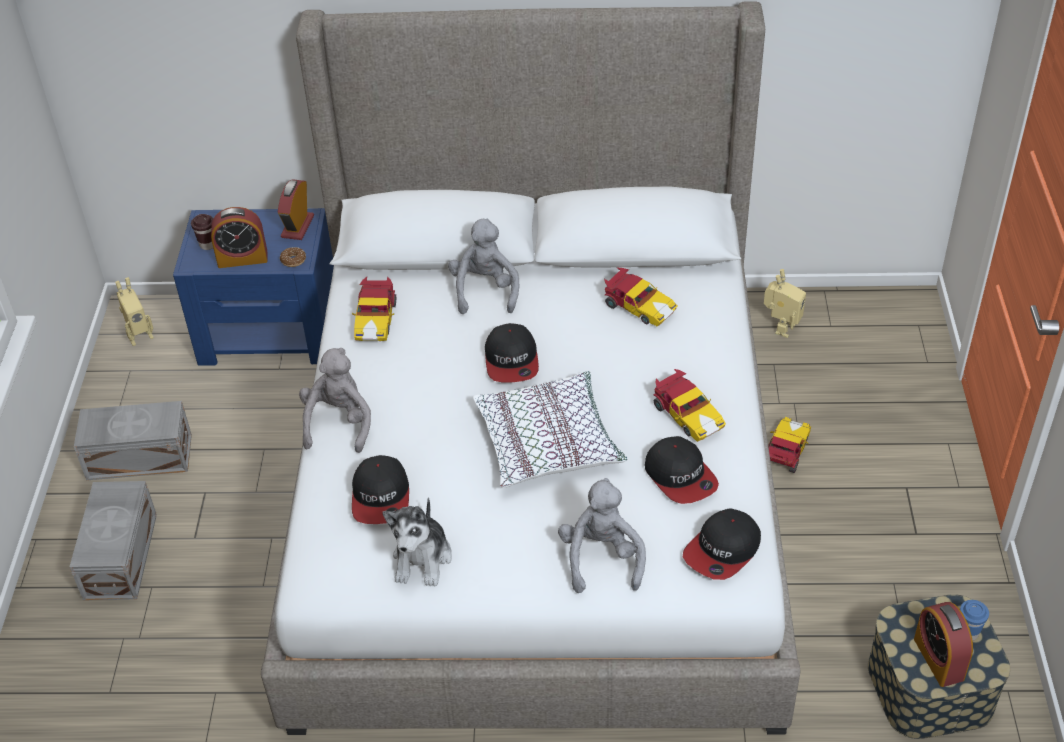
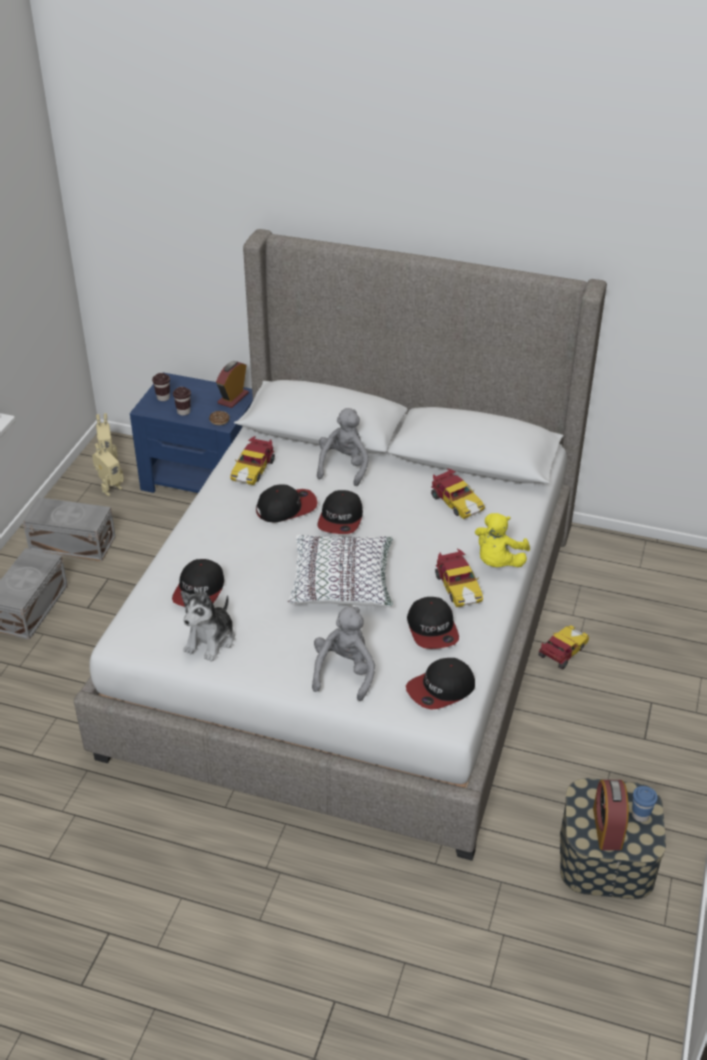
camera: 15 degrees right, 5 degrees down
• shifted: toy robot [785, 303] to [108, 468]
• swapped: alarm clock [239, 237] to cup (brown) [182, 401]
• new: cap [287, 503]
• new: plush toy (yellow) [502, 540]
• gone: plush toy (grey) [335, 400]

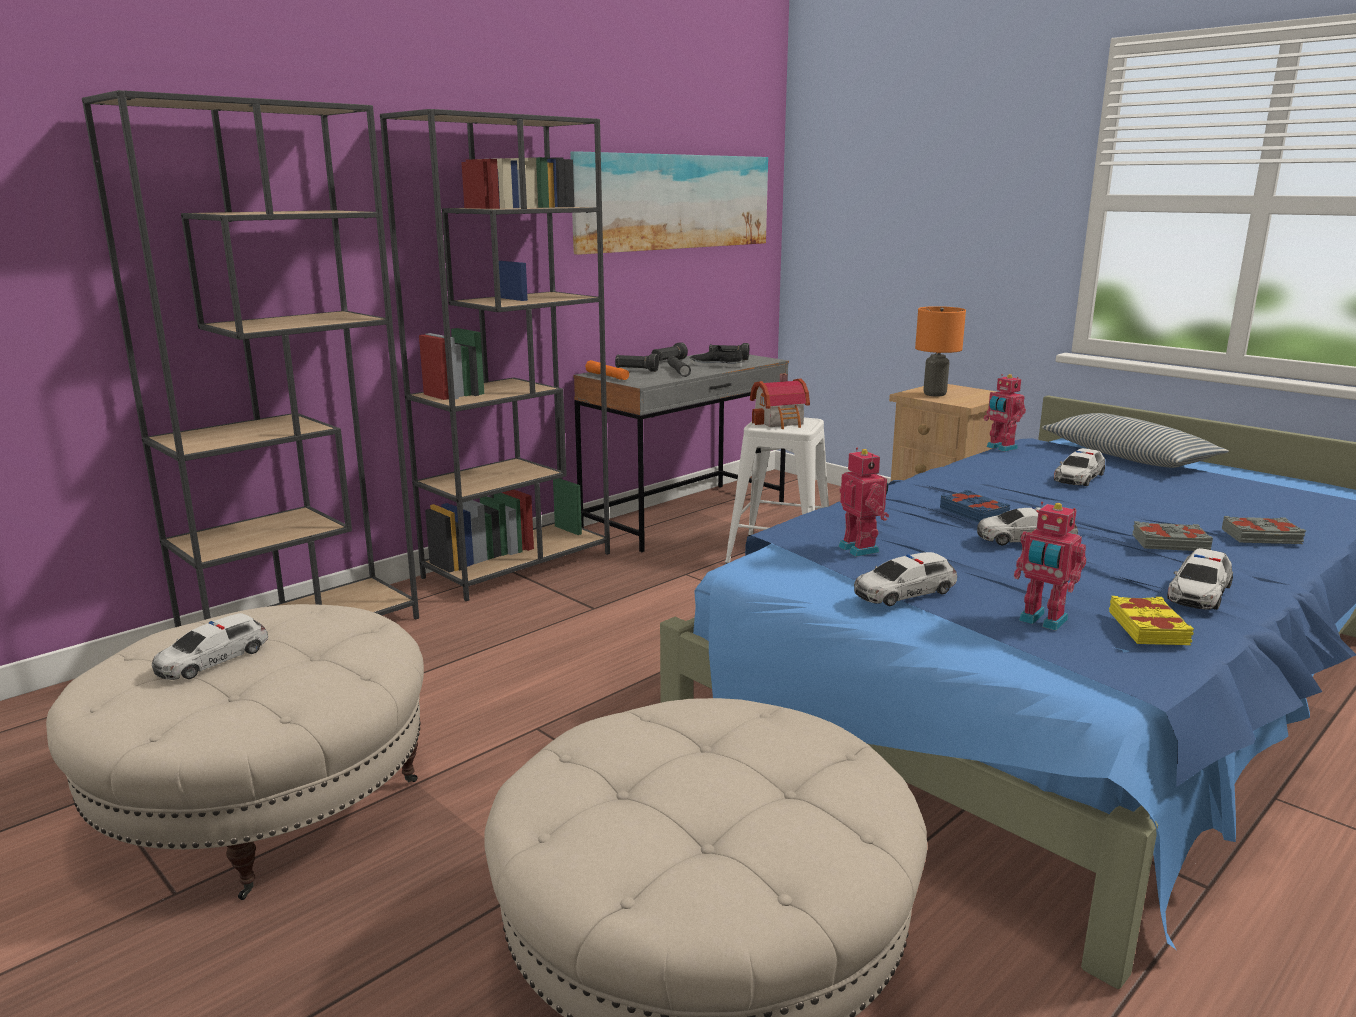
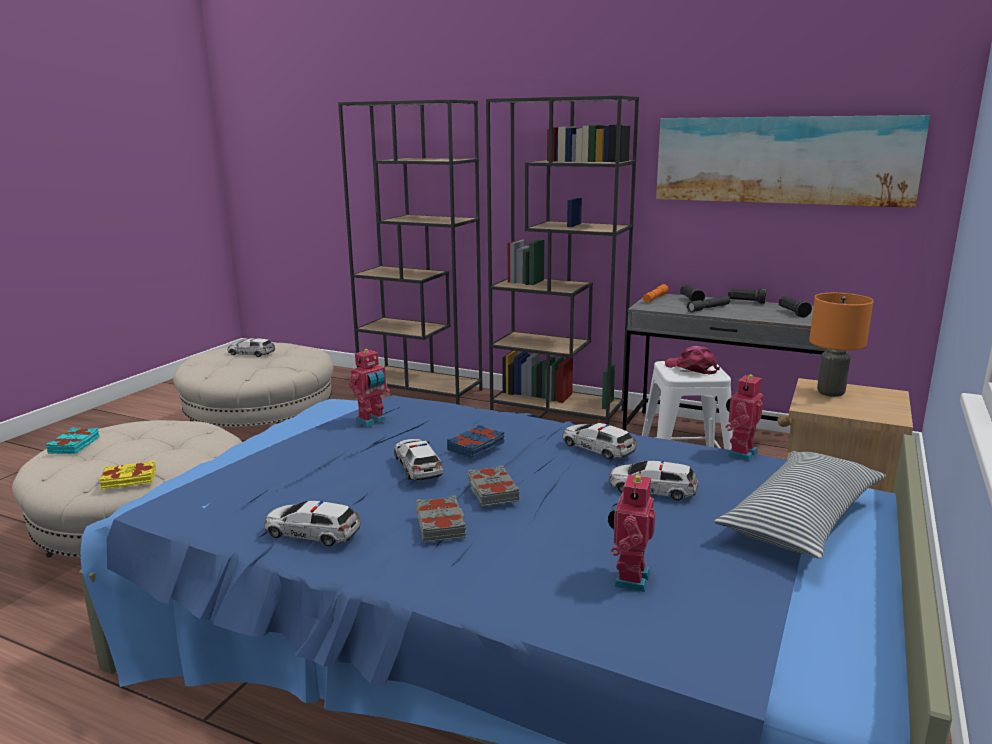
camera: 70 degrees right, 0 degrees up
• new: book (turquoise) [73, 441]
• shifted: book (yellow) [1151, 620] to [127, 475]
• shifted: book (grey) [1264, 530] to [493, 485]
• shifted: toy car [905, 579] to [599, 441]
• shifted: toy robot [1050, 566] to [631, 531]
• swapped: toy house [780, 401] to cap (pink) [692, 360]
• gone: shoe (black) [716, 356]

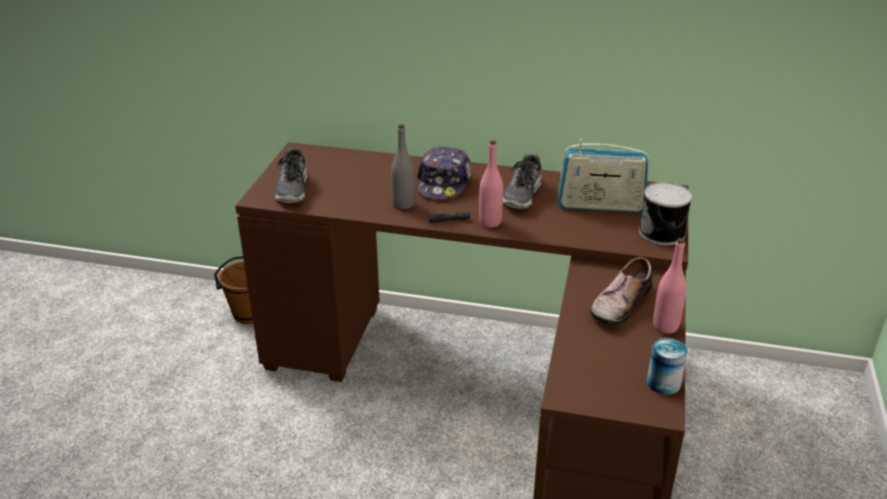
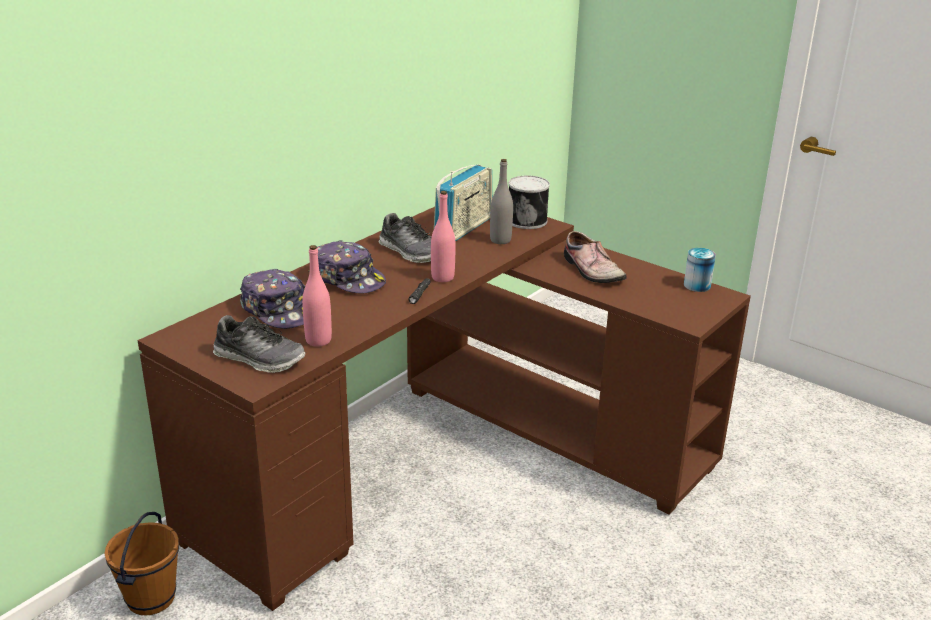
camera: 65 degrees left, 5 degrees down
• new: cap [272, 299]
• shifted: bottle (pink) [669, 286] to [317, 296]
• shifted: bottle (grey) [403, 166] to [501, 201]

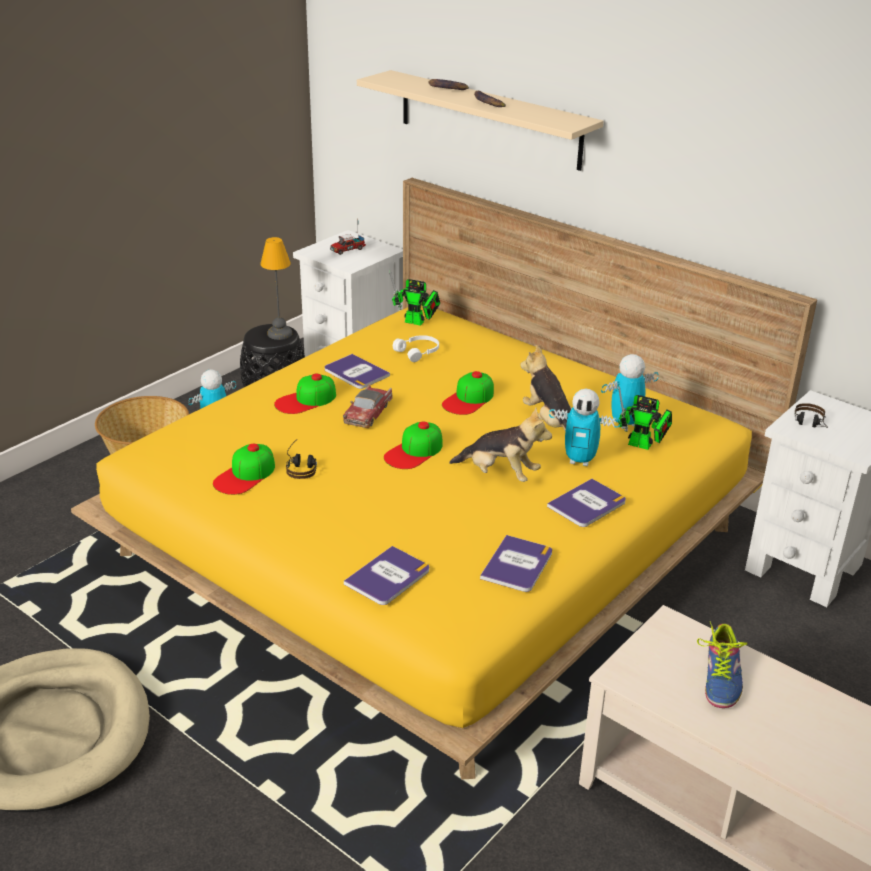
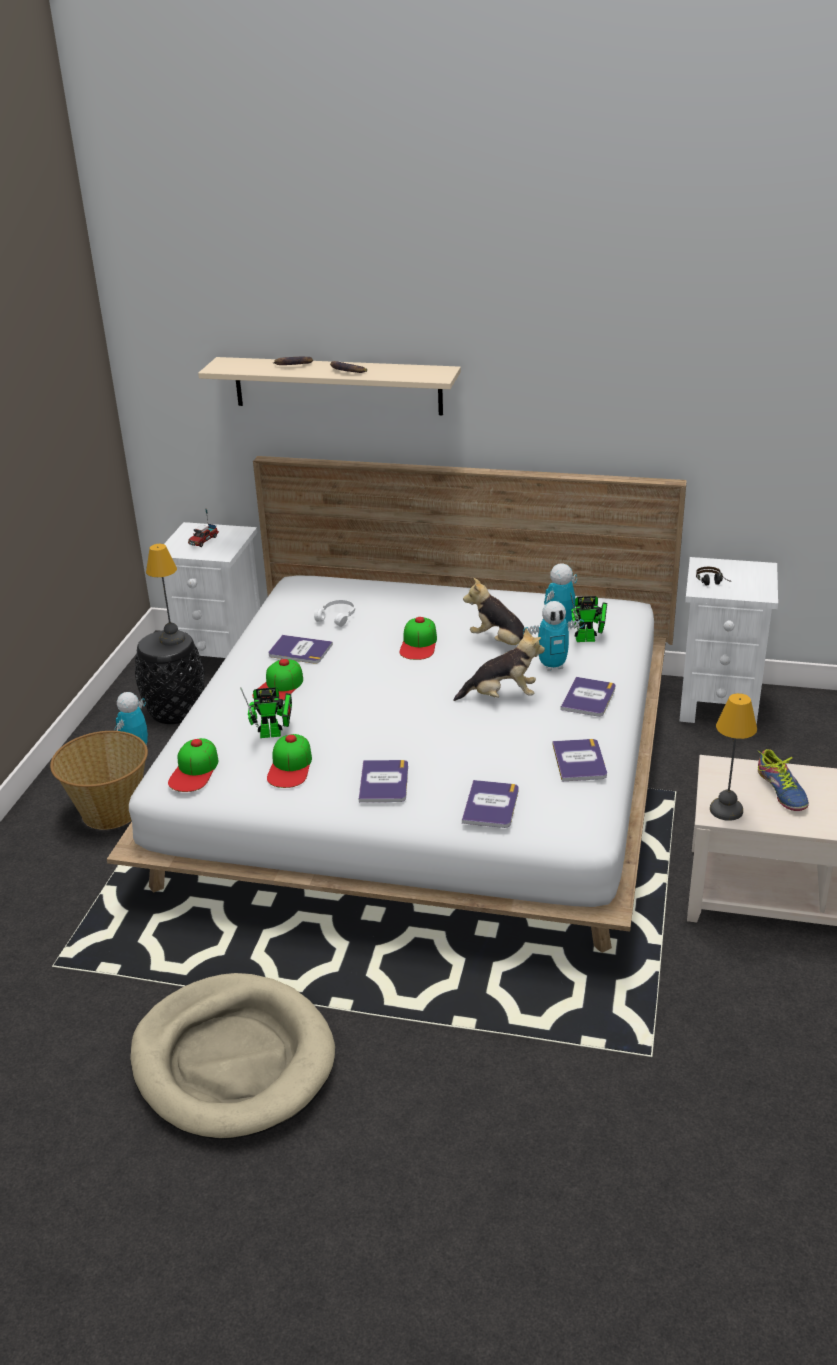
camera: 25 degrees left, 0 degrees up
• repainted: bed (yellow) [444, 478] to bed (white) [397, 704]
• shifted: cap [413, 445] to [193, 765]
• shifted: toy robot [414, 298] to [266, 712]
• new: book [383, 781]
• new: table lamp [733, 757]
• gone: headphones [301, 459]
• gone: toy car [367, 406]

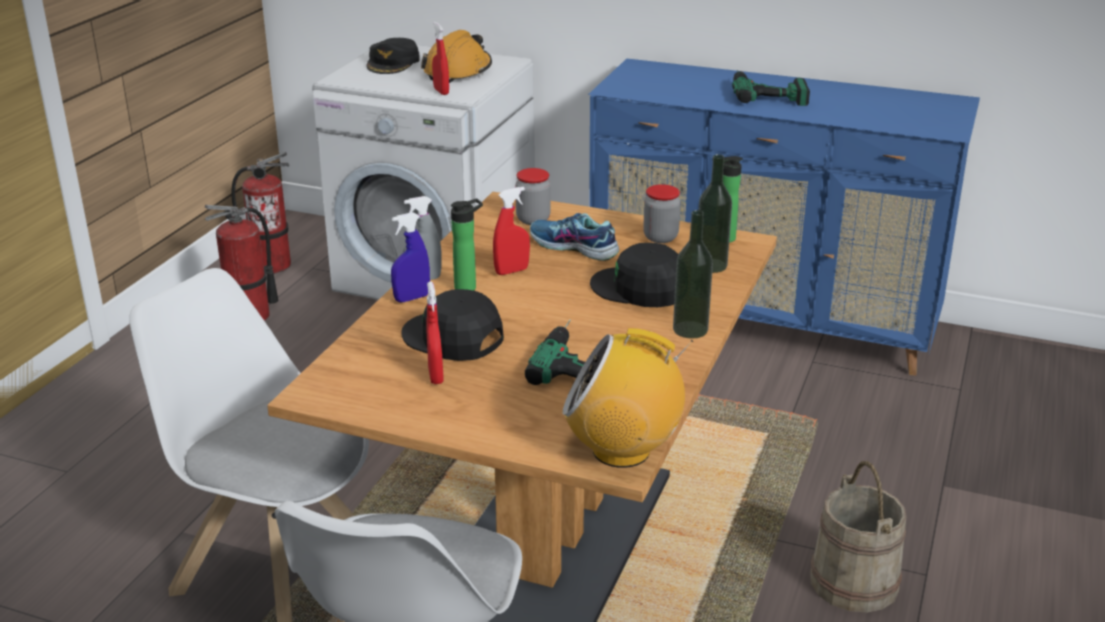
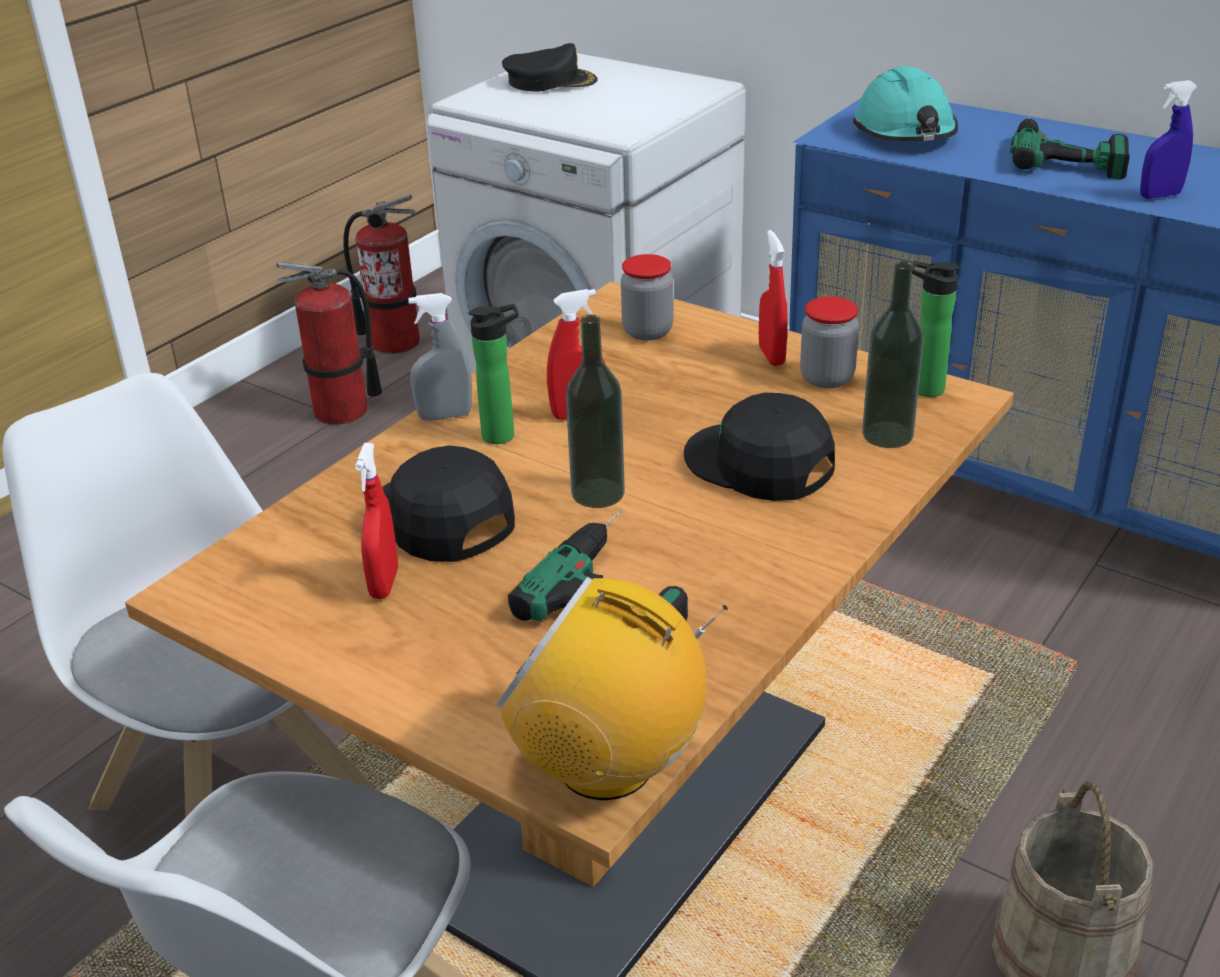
camera: 15 degrees right, 5 degrees up
• rotated: cap (black) [393, 56] = [550, 67] 120 degrees counterclockwise
• shifted: bottle [693, 274] to [595, 411]
• shifted: spray bottle (red) [440, 58] to [773, 298]
• new: hard hat (turquoise) [905, 103]
• shifted: spray bottle (blue) [410, 257] to [1168, 139]
• gone: hard hat (orange) [456, 56]
• gone: shoe [574, 237]

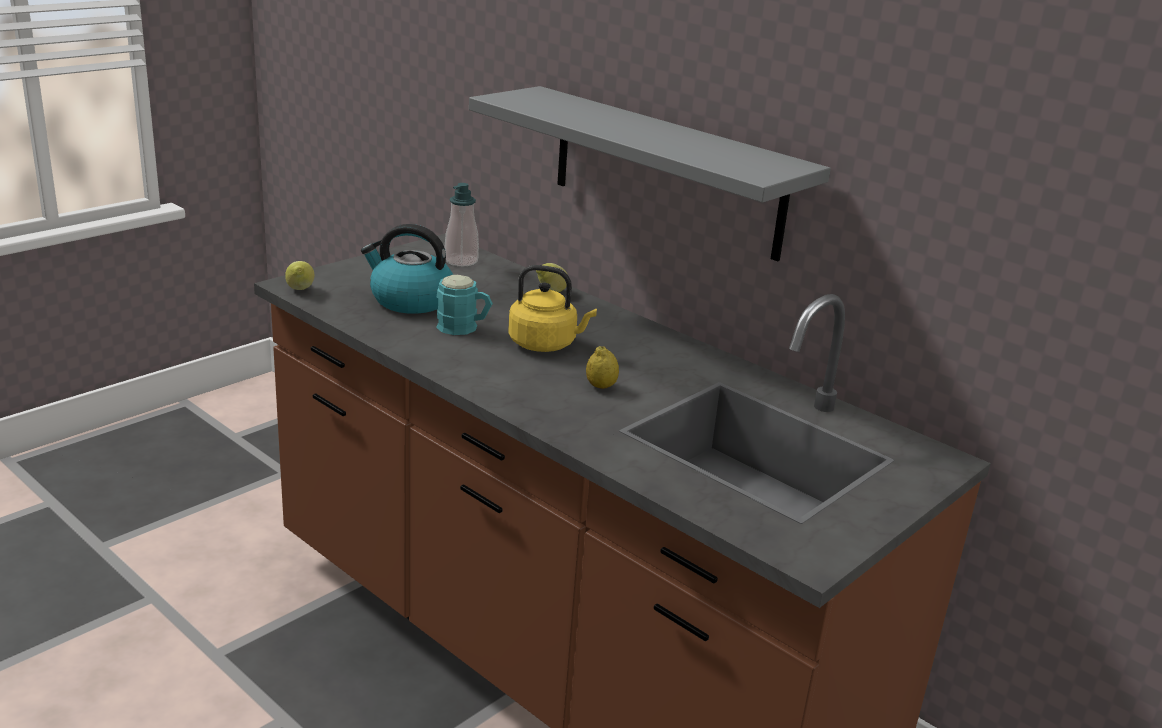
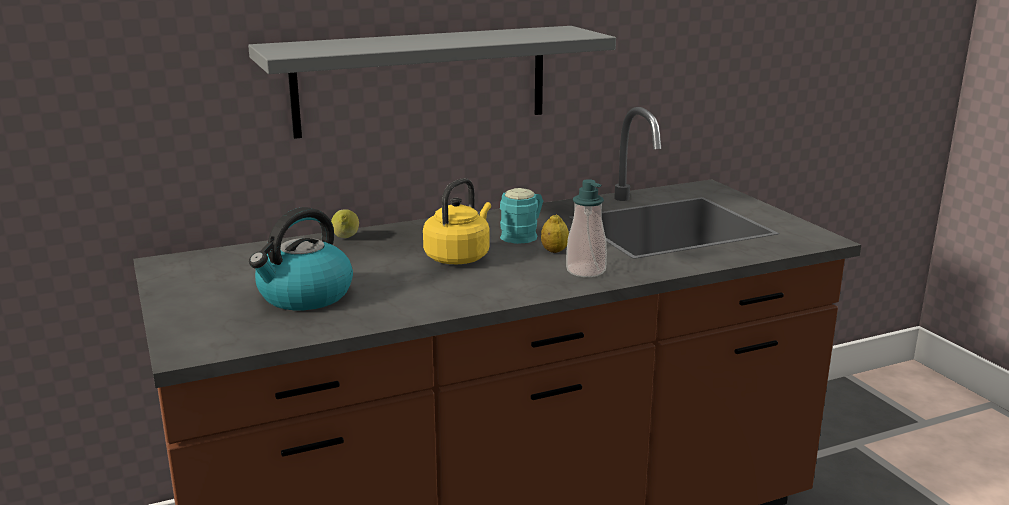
camera: 65 degrees left, 5 degrees down
• shifted: mug (turquoise) [464, 305] to [521, 216]
• shifted: soap dispenser [461, 224] to [586, 228]
• gone: lemon [300, 275]

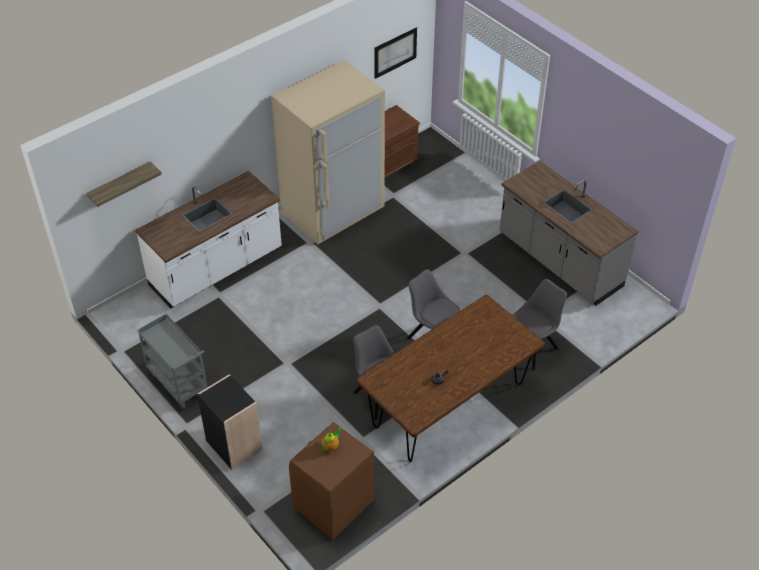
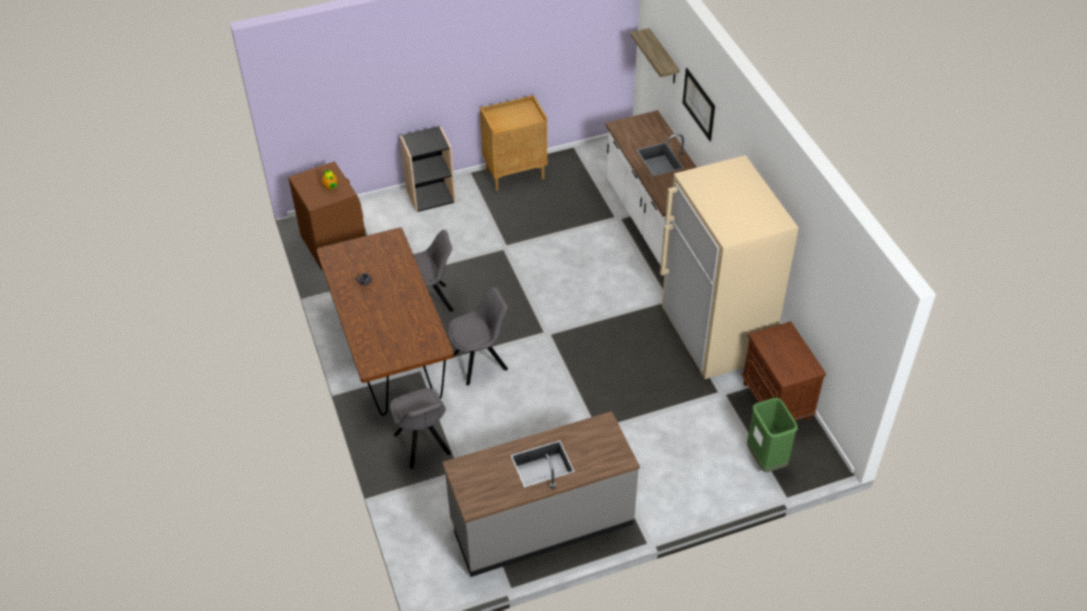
camera: 110 degrees right, 0 degrees up
• swapped: cart (grey) [173, 361] to cabinet (brown) [513, 143]
• shifted: picture [395, 53] to [699, 105]
• new: trash can (green) [772, 435]

